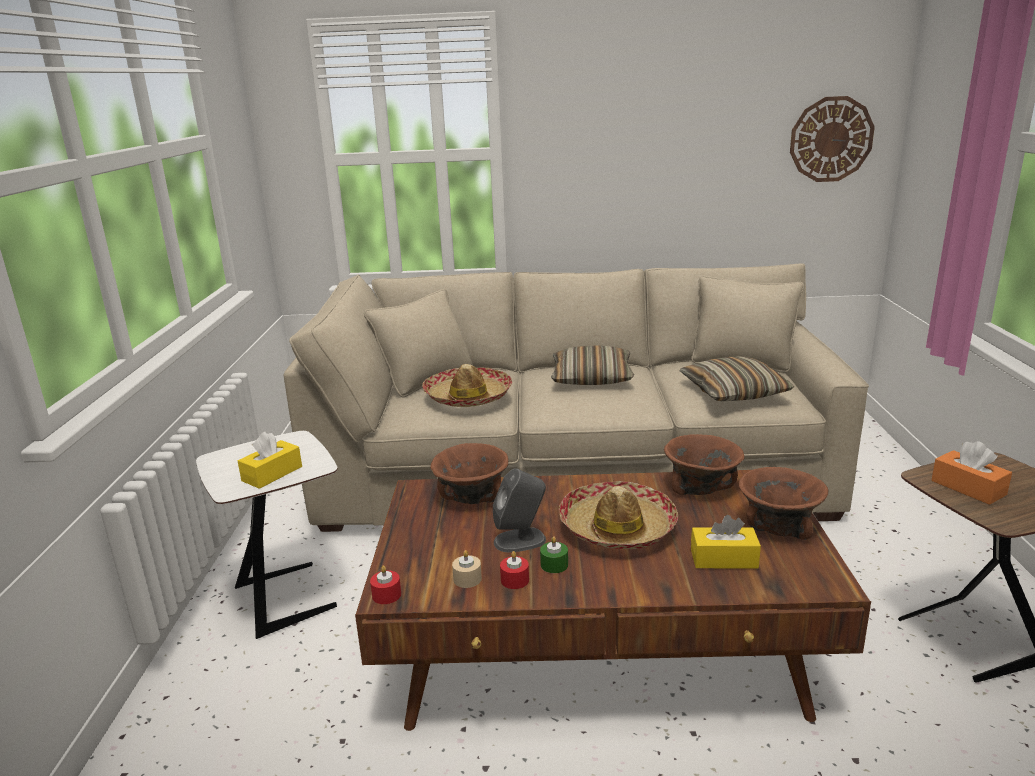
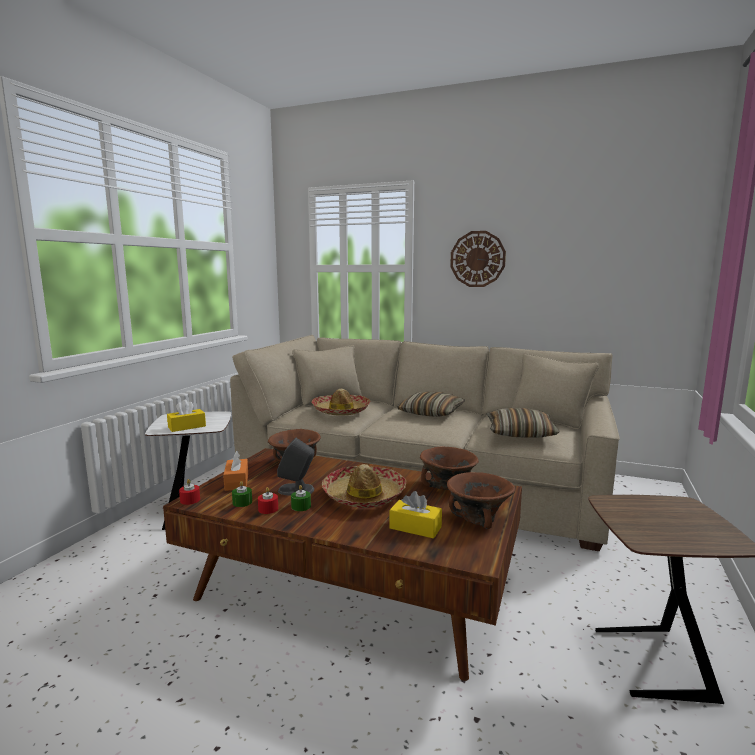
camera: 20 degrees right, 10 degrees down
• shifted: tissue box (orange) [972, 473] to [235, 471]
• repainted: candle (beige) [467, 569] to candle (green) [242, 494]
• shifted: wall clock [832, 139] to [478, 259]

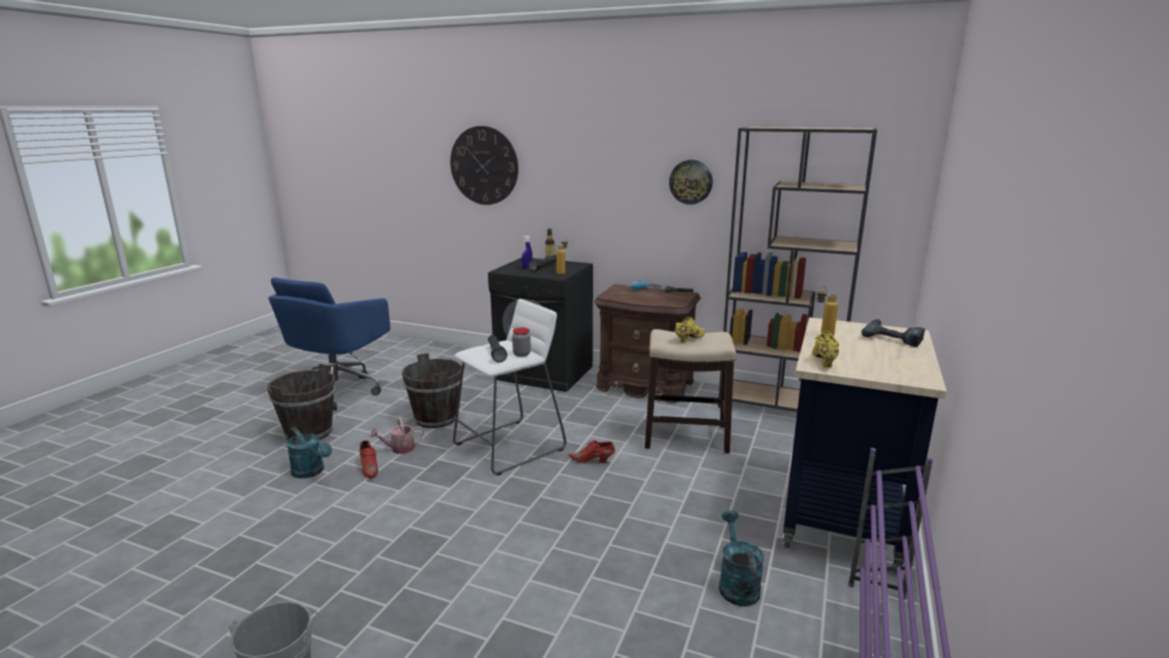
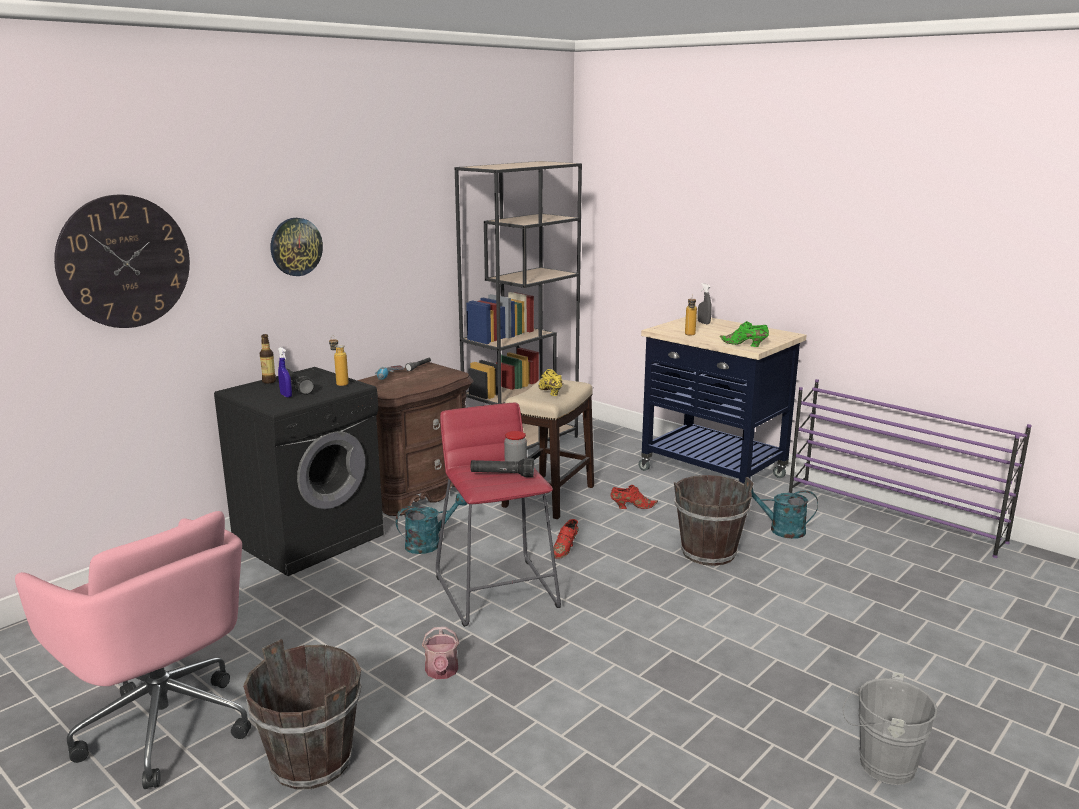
camera: 70 degrees left, 0 degrees up
• repainted: office chair (blue) [329, 344] to office chair (pink) [133, 650]
• shifted: wall clock [691, 182] to [297, 247]
• shifted: watering can (turquoise) [309, 452] to [431, 523]
• repainted: stool (white) [509, 387] to stool (red) [498, 515]
• shifted: shoe (red) [369, 459] to [634, 497]
• shifted: bucket (brown) [432, 390] to [714, 520]
• swapped: power drill [893, 333] to spray bottle (grey) [704, 304]
• repainted: shoe (yellow) [825, 349] to shoe (green) [744, 334]

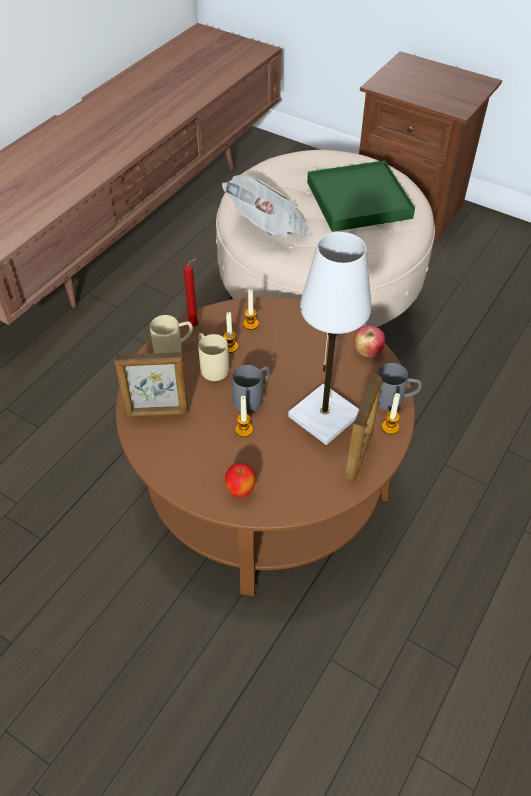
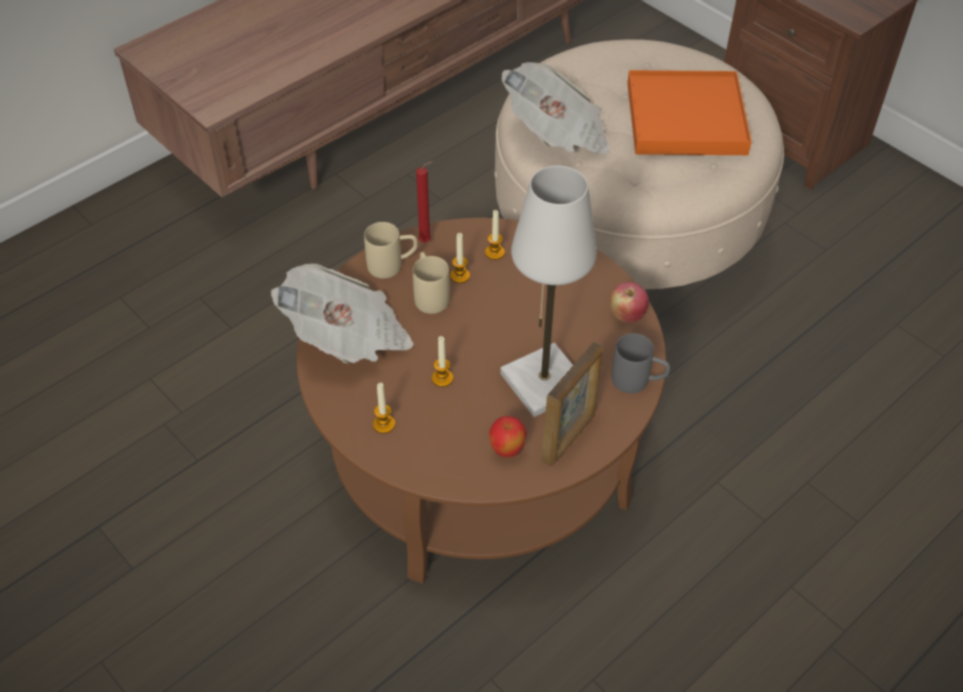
camera: 15 degrees right, 0 degrees up
• swapped: picture frame [151, 384] to newspaper [342, 313]
• shifted: candle [391, 413] to [384, 408]
• shifted: apple [240, 480] to [508, 437]
• repainted: tray (green) [361, 196] to tray (orange) [689, 112]
• gone: mug (grey) [251, 389]

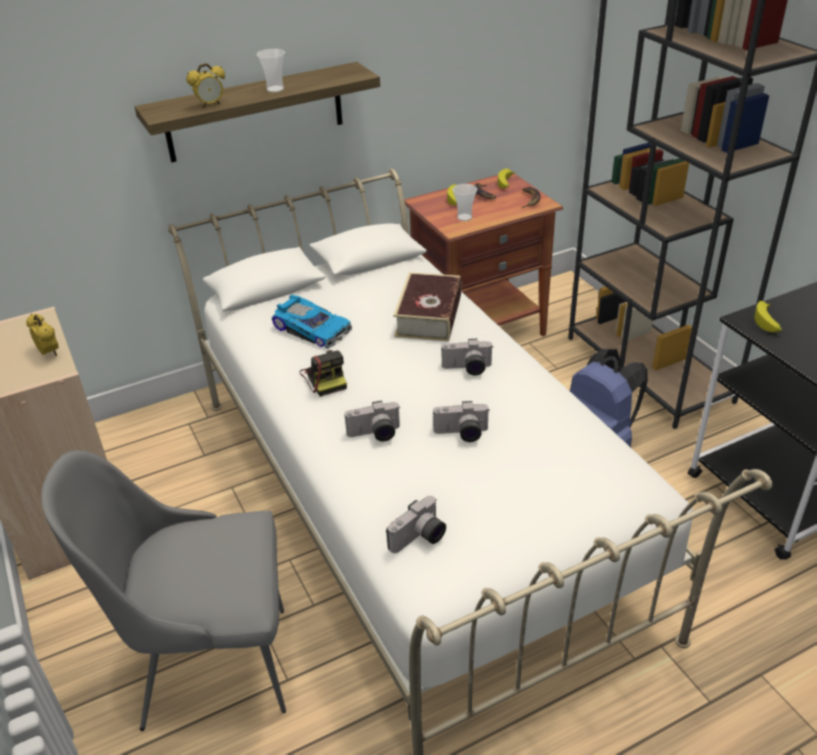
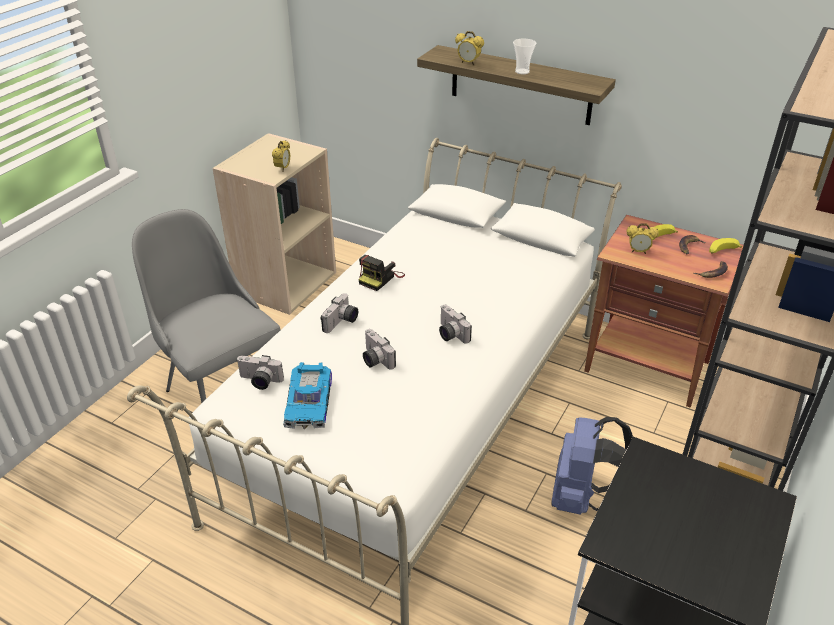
camera: 55 degrees right, 0 degrees up
• shifted: toy car [312, 322] to [307, 395]
• rotated: photo camera [372, 421] = [339, 313] 105 degrees counterclockwise
• swapped: cup [465, 202] to alarm clock [643, 238]
• gone: book [427, 307]
• gone: banana [768, 316]

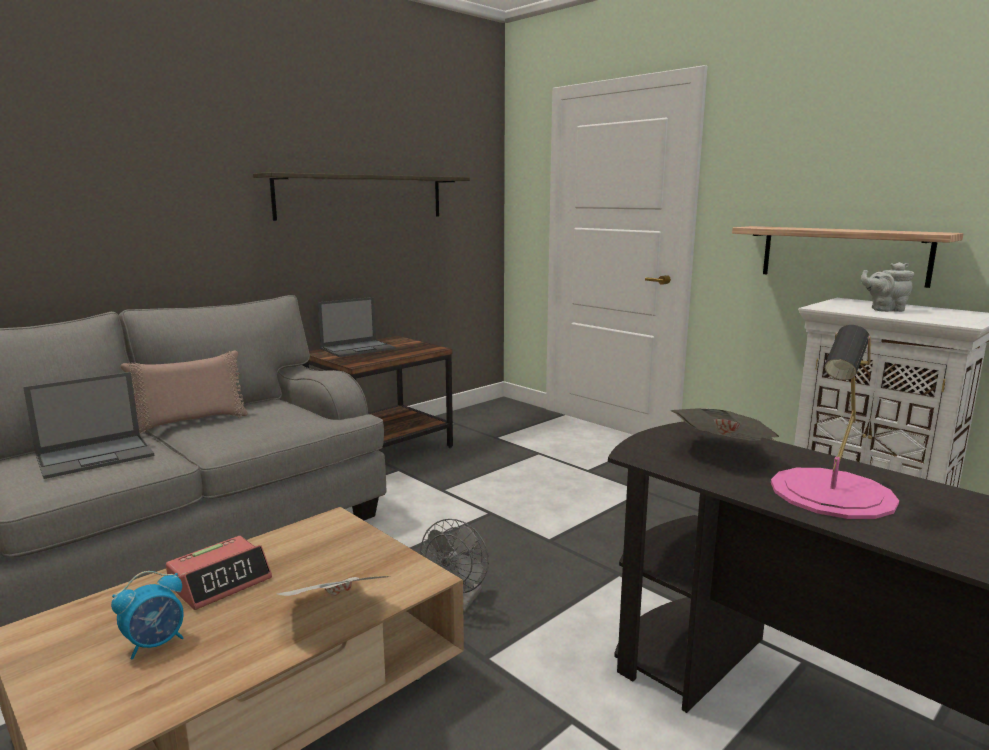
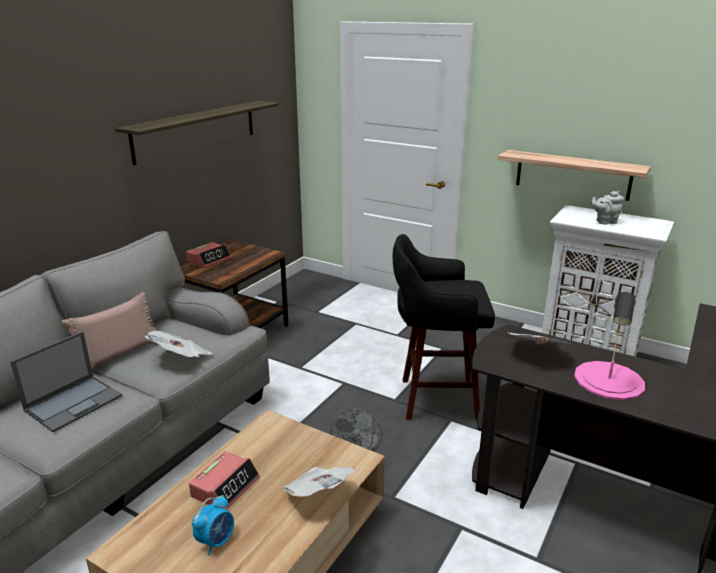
camera: 15 degrees left, 10 degrees up
• new: newspaper [178, 344]
• swapped: laptop [357, 327] to alarm clock [208, 255]
• new: stool (black) [444, 327]

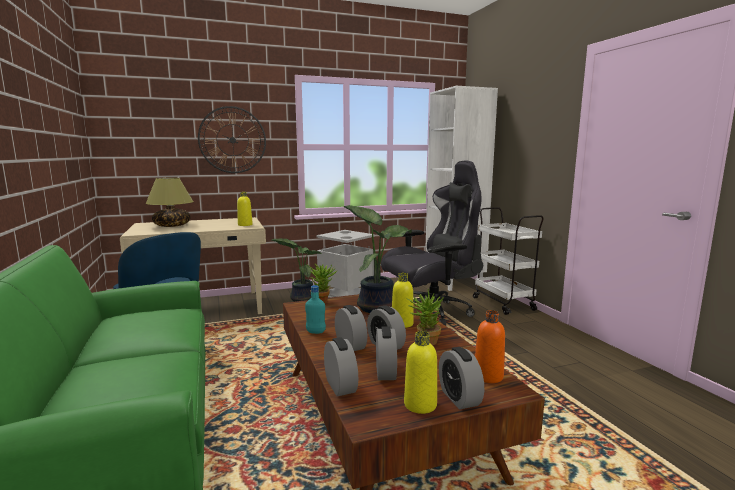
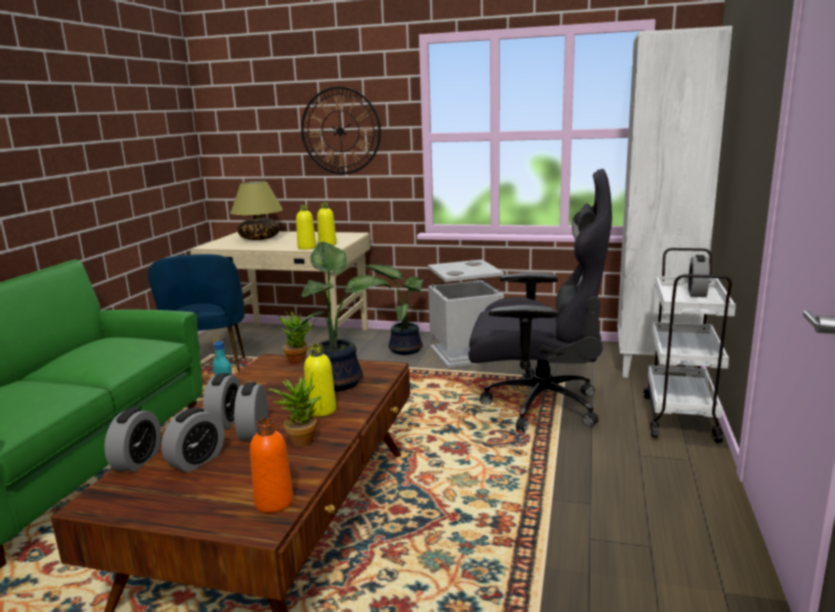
camera: 35 degrees right, 5 degrees up
• shifted: bottle (yellow) [420, 372] to [306, 227]
• shifted: alarm clock [461, 378] to [699, 276]

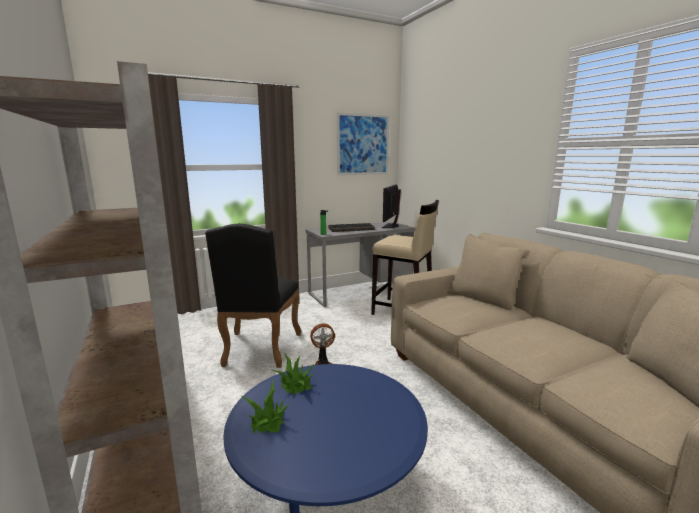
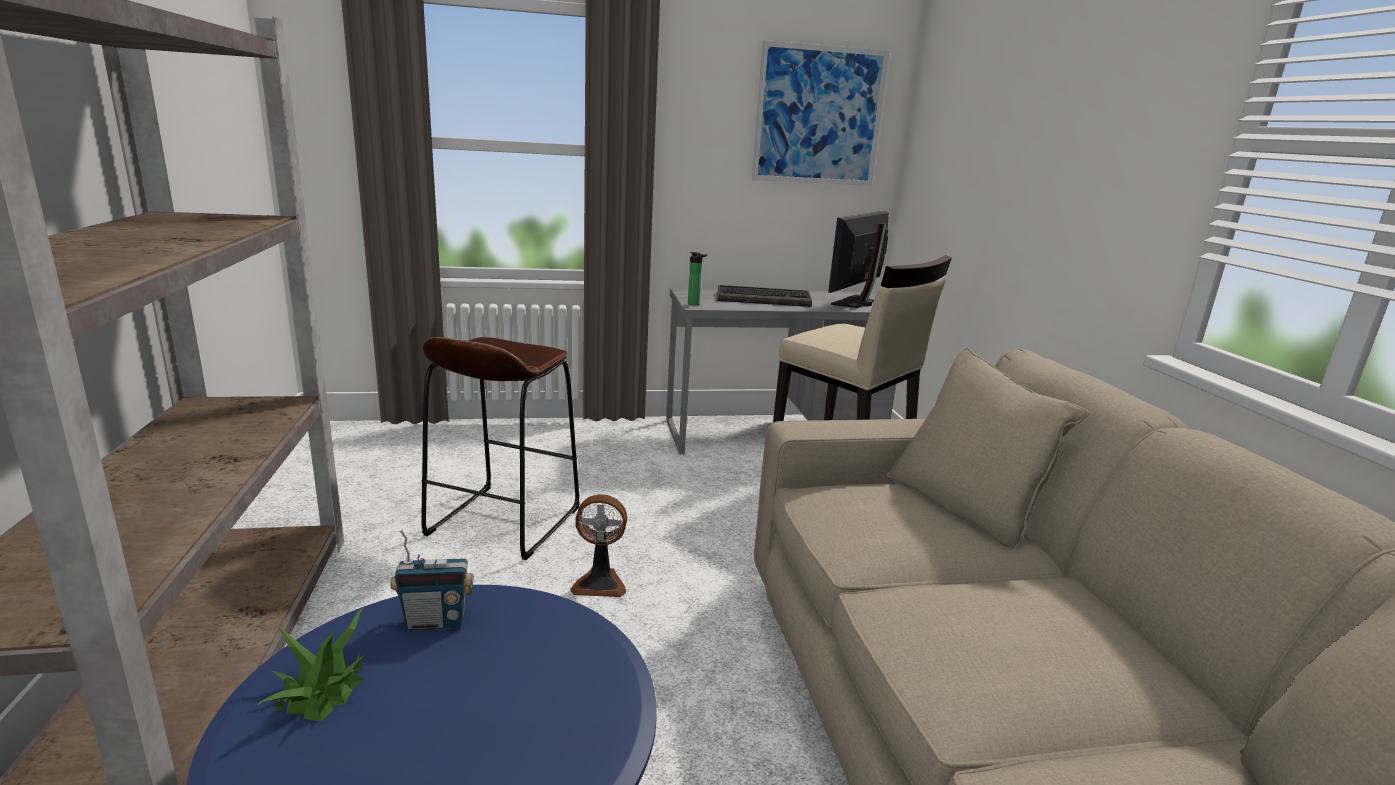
camera: 15 degrees right, 5 degrees up
• swapped: potted plant [293, 374] to radio [432, 580]
• swapped: chair (black) [253, 295] to stool (brown) [500, 448]

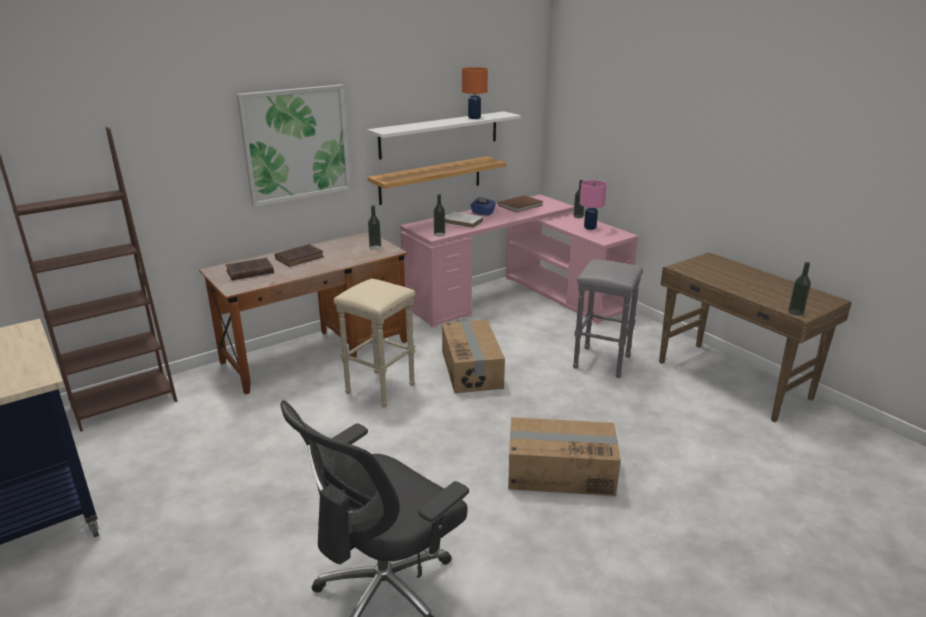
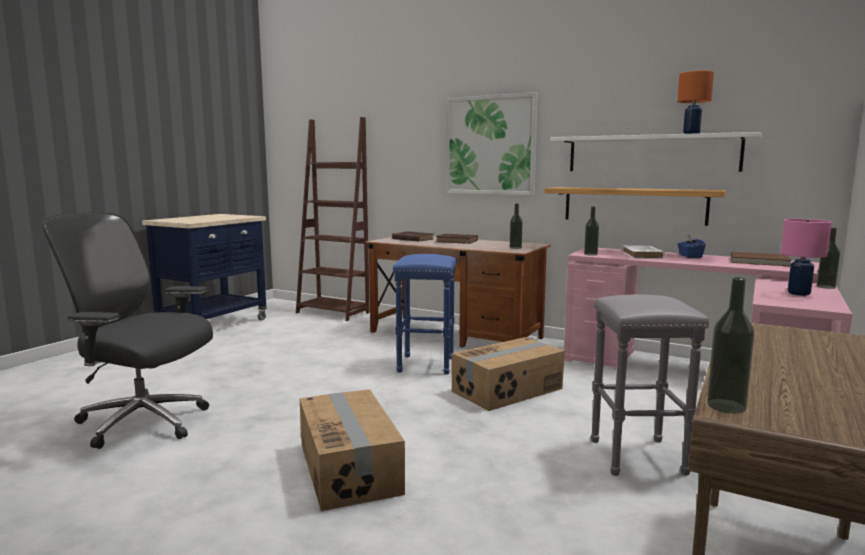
camera: 65 degrees right, 15 degrees down
• repainted: stool (beige) [374, 343] to stool (blue) [425, 314]

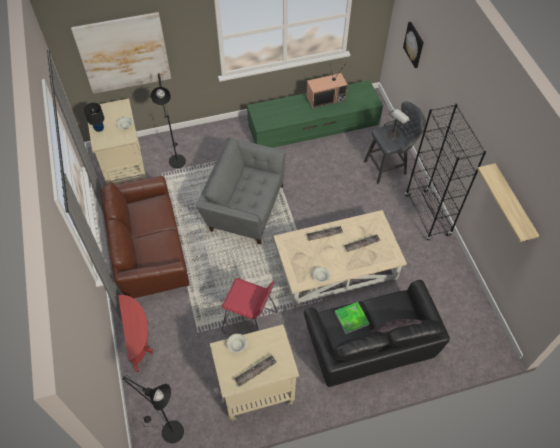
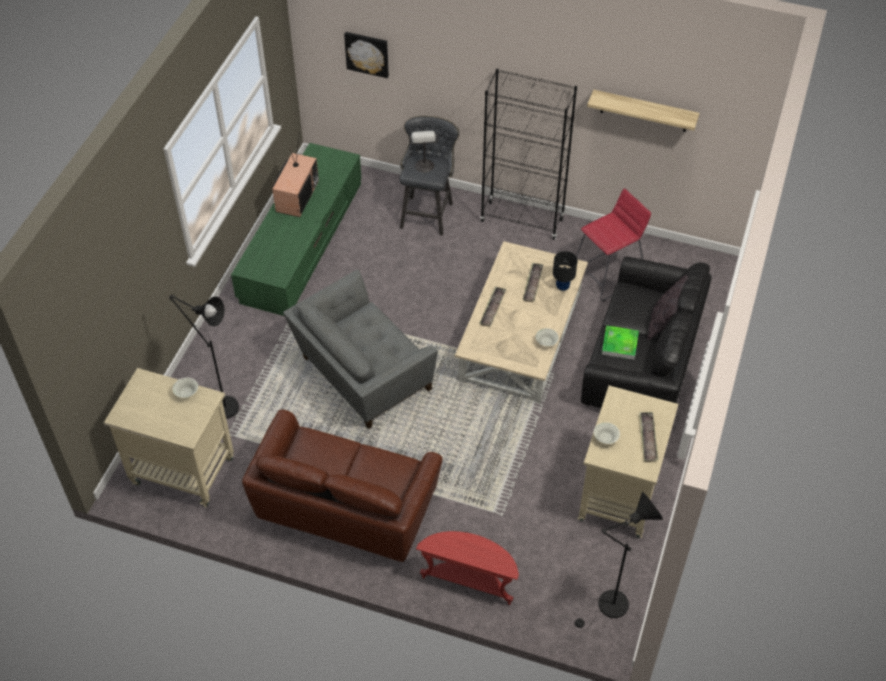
camera: 55 degrees left, 5 degrees down
• shifted: table lamp (black) [94, 117] to [565, 271]
• shifted: stool (red) [250, 306] to [613, 245]
• gone: picture [121, 53]

